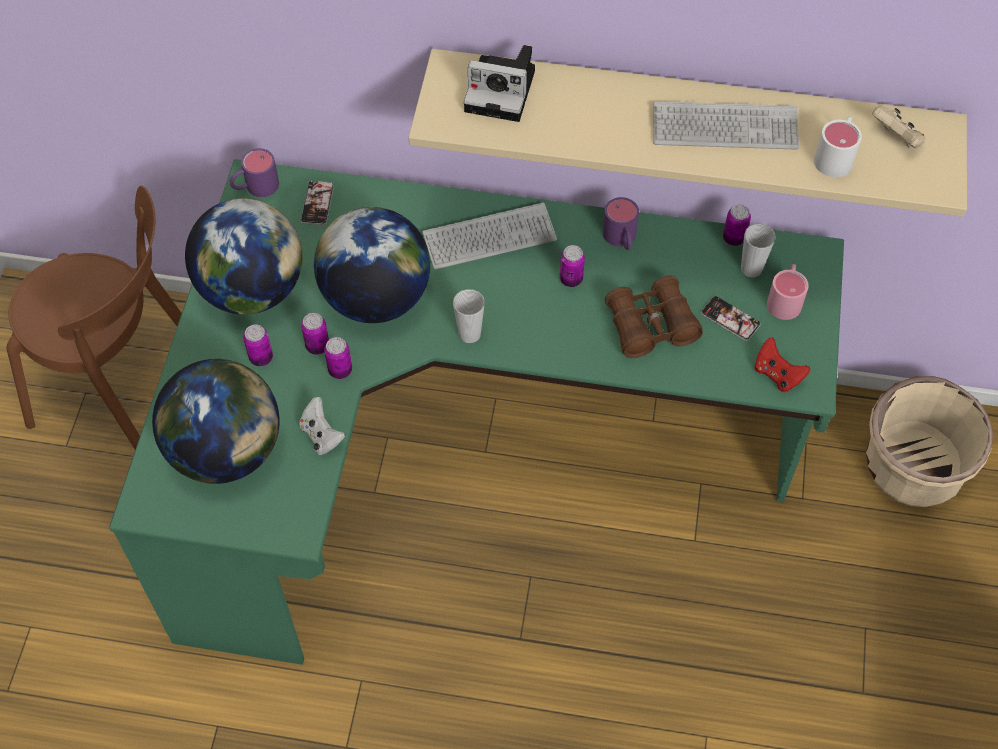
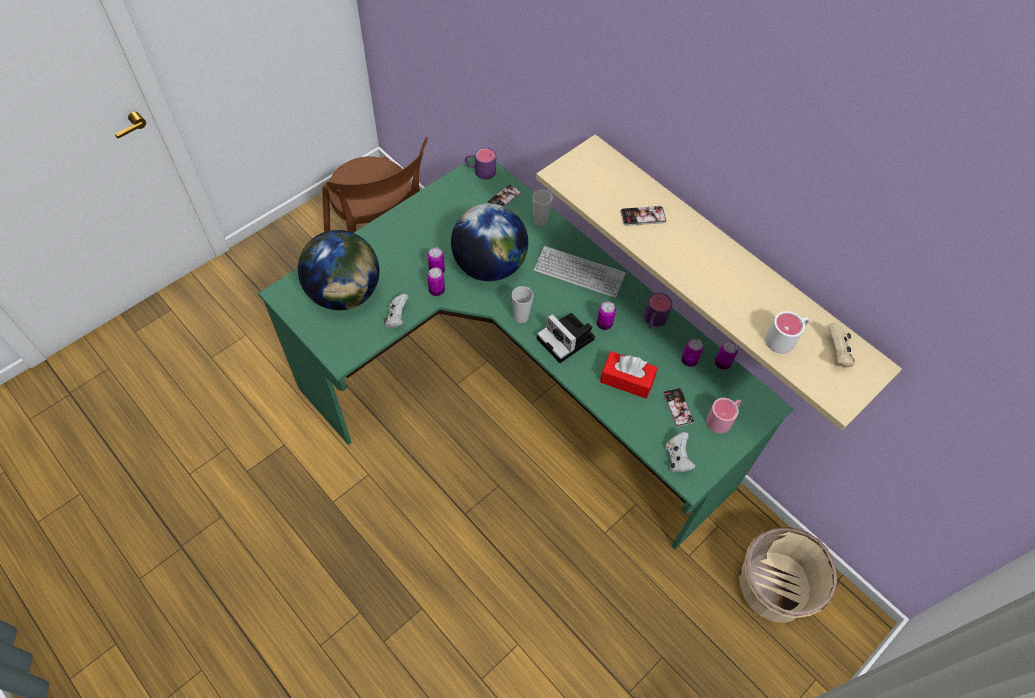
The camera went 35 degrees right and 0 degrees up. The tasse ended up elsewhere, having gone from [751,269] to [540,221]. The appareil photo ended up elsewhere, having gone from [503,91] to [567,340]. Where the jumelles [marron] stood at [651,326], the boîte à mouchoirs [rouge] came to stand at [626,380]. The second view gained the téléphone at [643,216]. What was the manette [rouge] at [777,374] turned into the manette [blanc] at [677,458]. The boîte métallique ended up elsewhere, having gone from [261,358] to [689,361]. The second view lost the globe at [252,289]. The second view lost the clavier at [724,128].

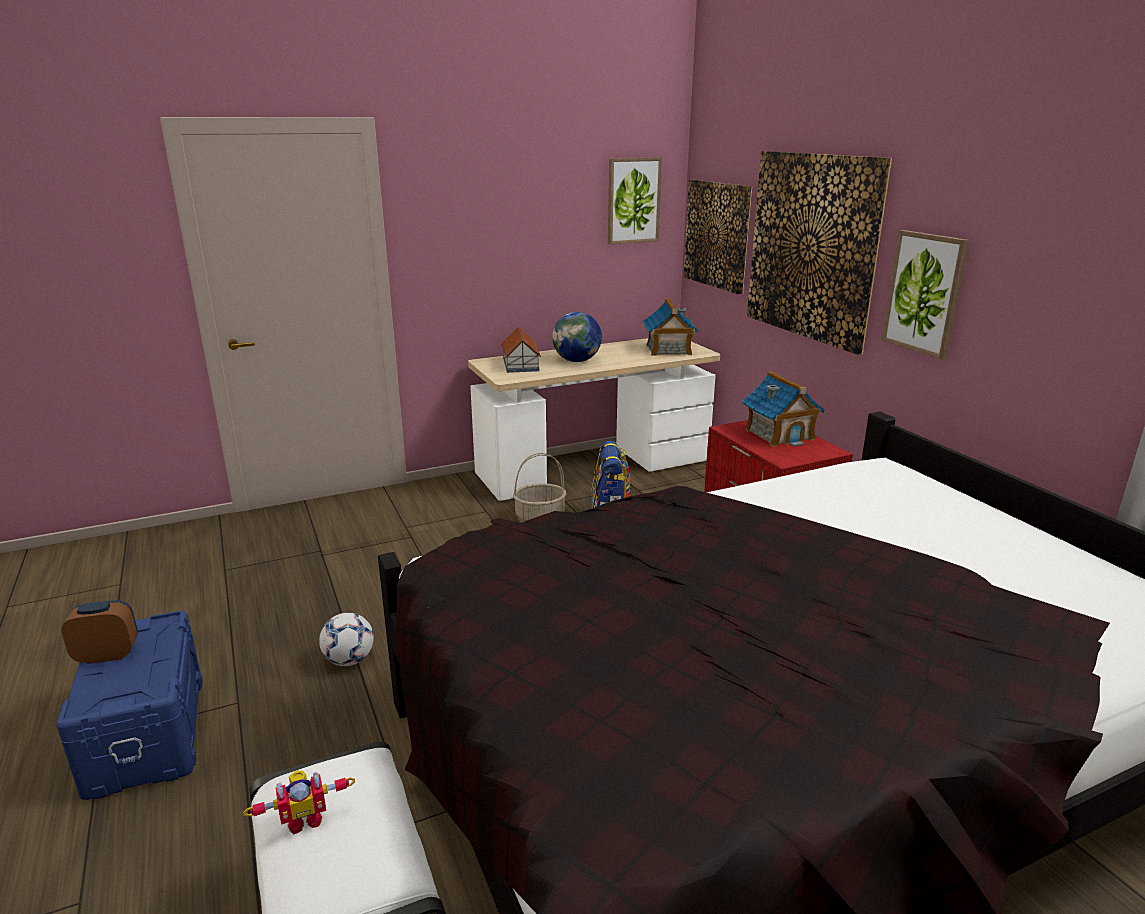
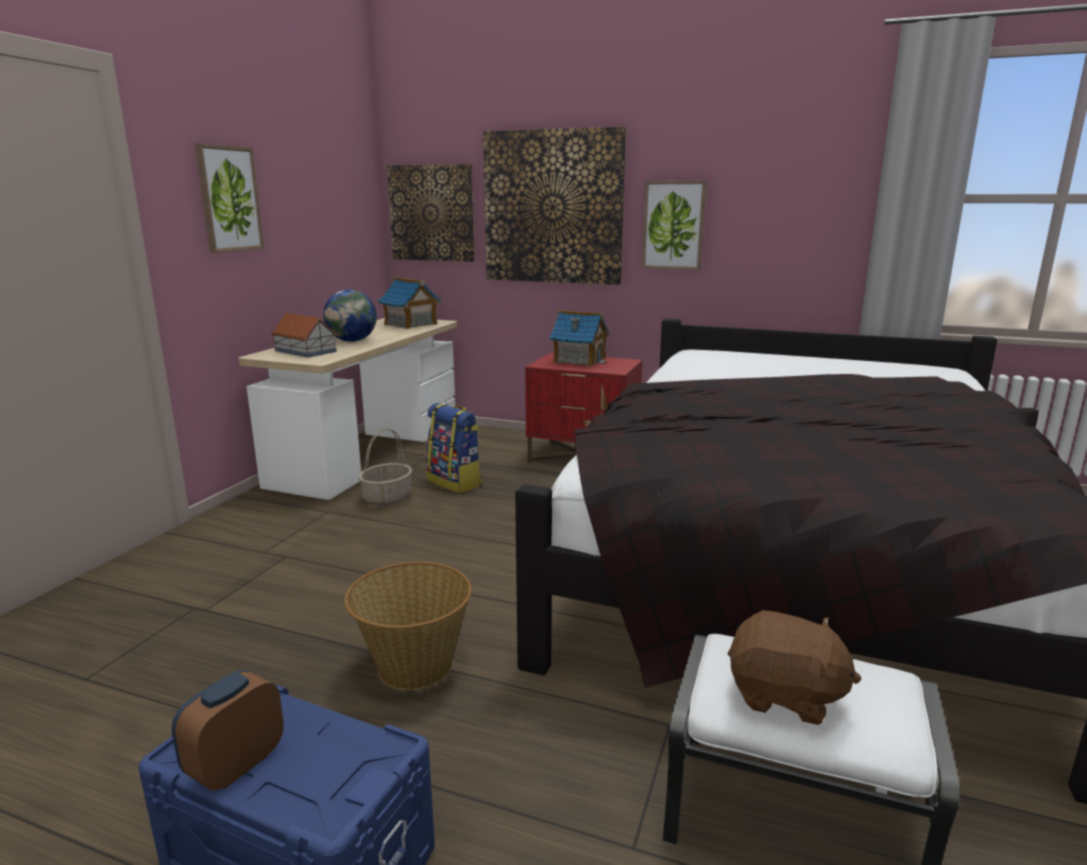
The camera went 45 degrees left and 5 degrees down. The tableau ended up elsewhere, having gone from [633,200] to [229,199]. Where the ballon de foot stood at [349,660], the panier came to stand at [413,667]. Where the robot jouet stood at [304,819], the peluche [marron] came to stand at [785,696].

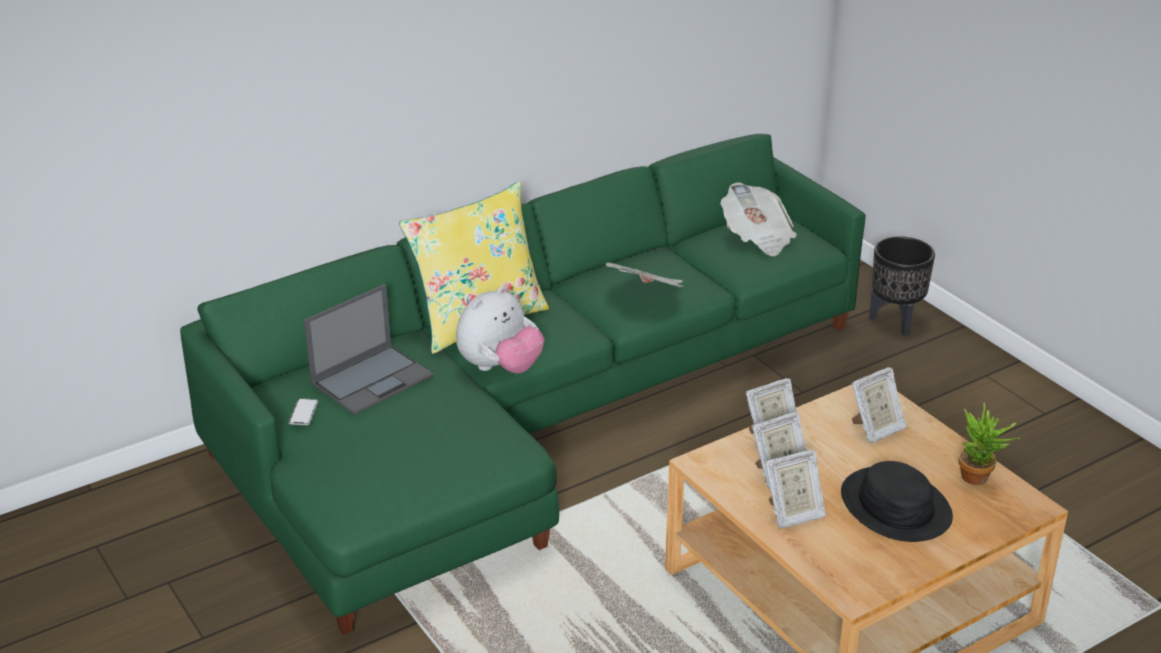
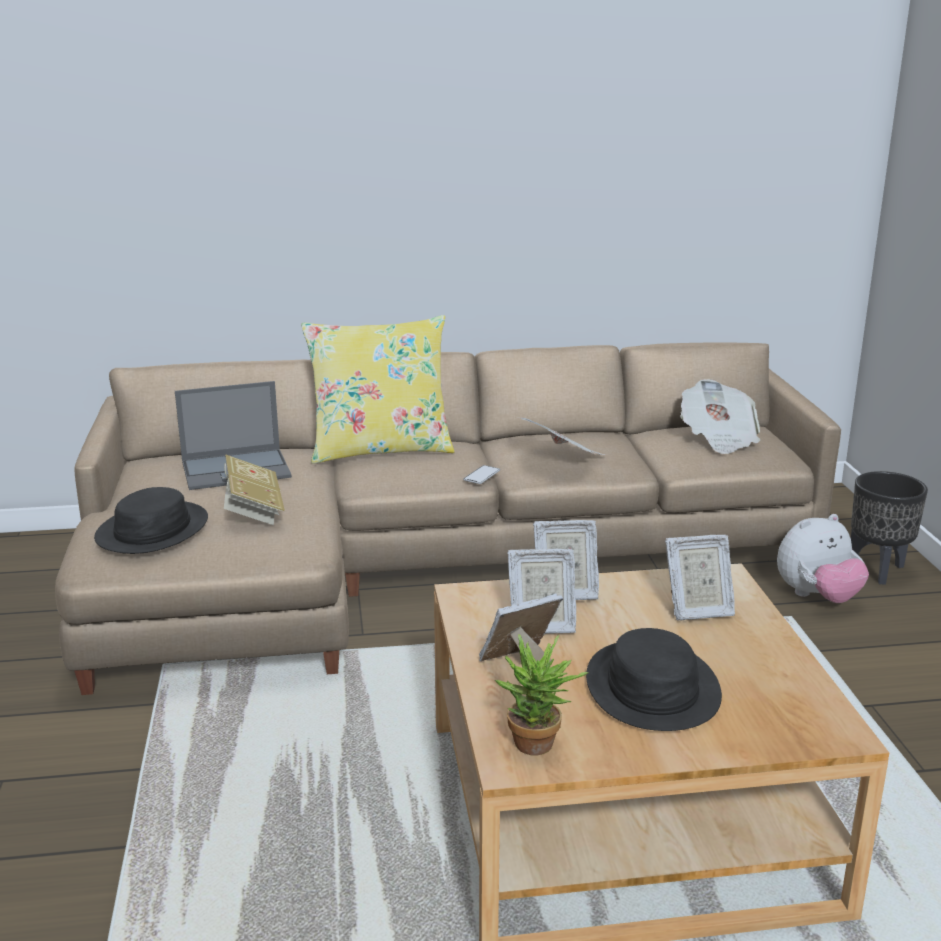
The camera went 25 degrees right and 10 degrees down. What was the canapé [vert] at [526,416] turned into the canapé [beige] at [423,565]. The second view gained the chapeau [noir] at [153,530]. The second view gained the livre at [252,509]. The téléphone ended up elsewhere, having gone from [303,413] to [481,475]. The cadre photo at [793,514] ended up facing another way, 150 degrees clockwise from before. The plante en pot ended up elsewhere, having gone from [979,479] to [538,748]. The peluche ended up elsewhere, having gone from [500,368] to [817,597].

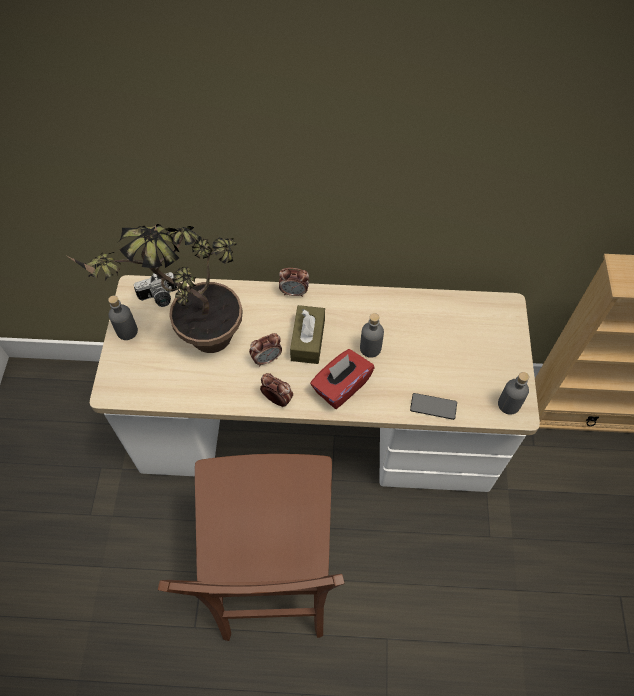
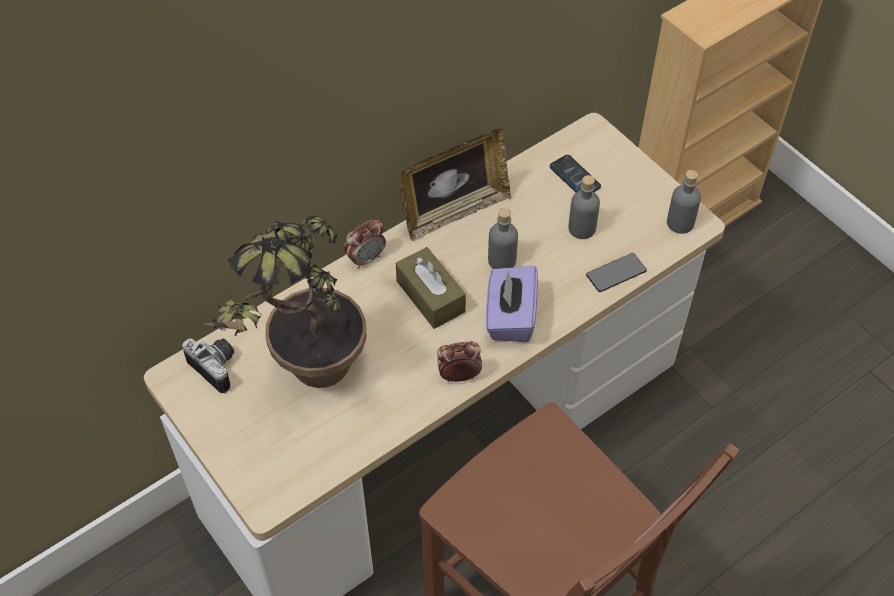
The camera went 40 degrees left and 5 degrees down. The appareil photo at [159,298] ended up facing another way, 75 degrees counterclockwise from before. The second view gained the cadre photo at [454,212]. What was the boîte à mouchoirs [rouge] at [341,386] turned into the boîte à mouchoirs [violet] at [510,317]. The second view gained the téléphone at [575,177]. The bouteille [gris] ended up elsewhere, having gone from [127,331] to [581,228]. The second view lost the réveil at [267,359].

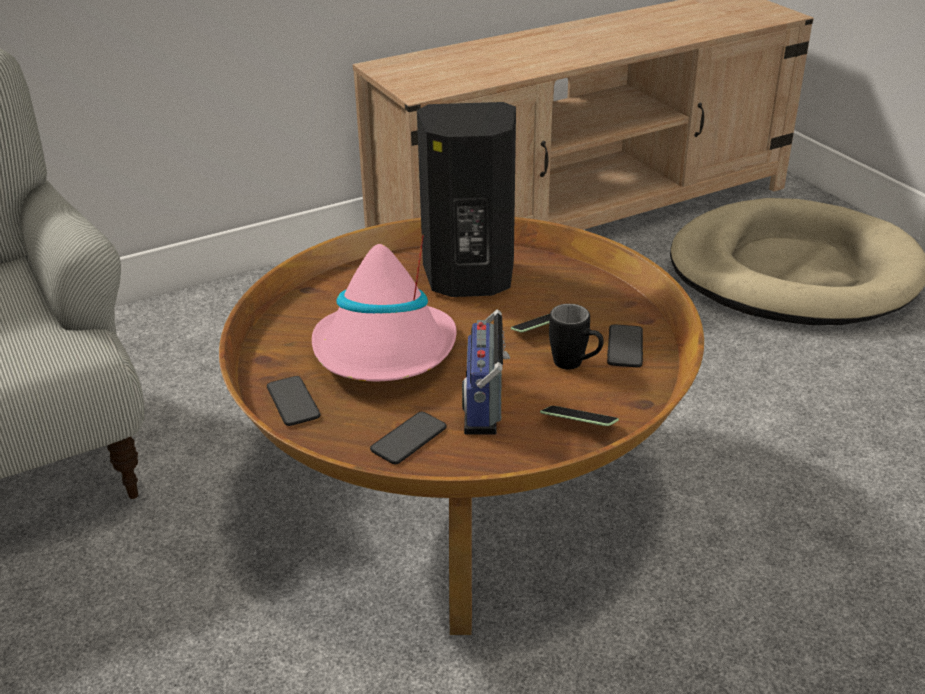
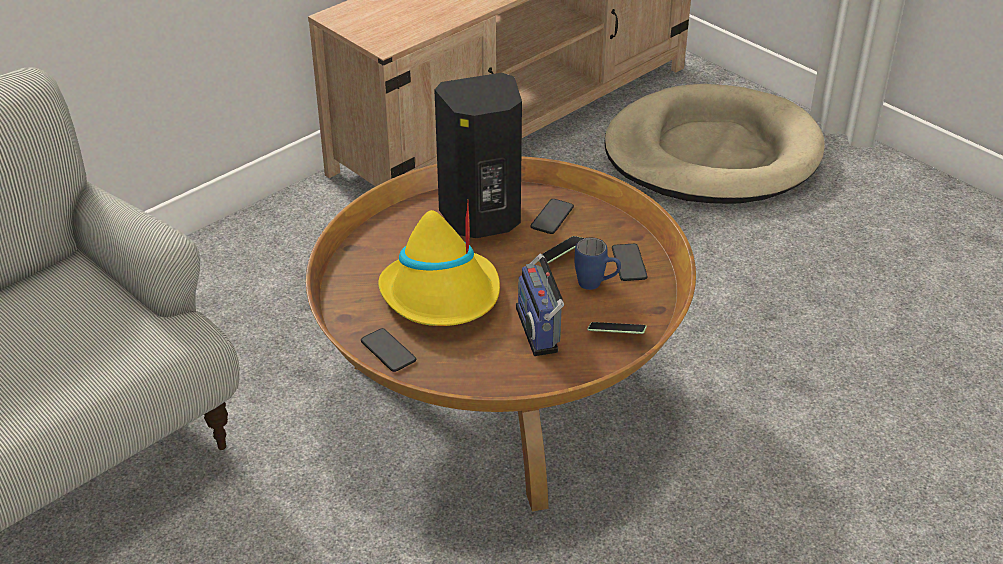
The camera went 15 degrees left and 5 degrees up. What was the chapeau [rose] at [385,351] turned into the chapeau [jaune] at [442,295]. The téléphone ended up elsewhere, having gone from [408,439] to [552,217]. What was the mug [noir] at [575,365] turned into the mug [bleu] at [596,285].

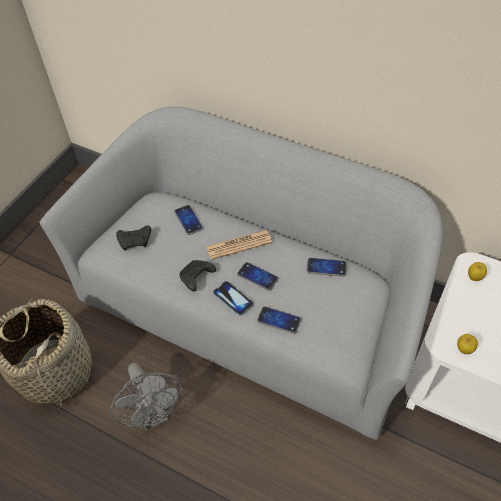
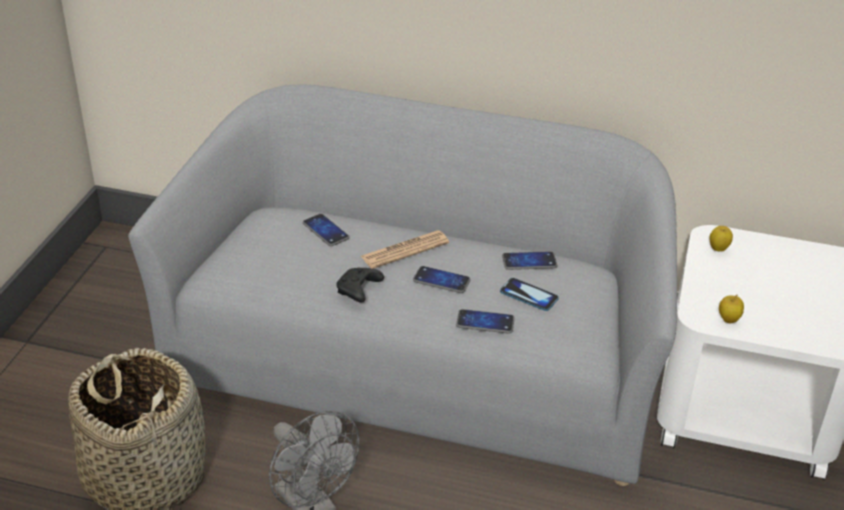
The camera went 15 degrees left and 15 degrees down. The téléphone ended up elsewhere, having gone from [233,298] to [529,295]. The second view lost the manette [noir] at [135,241].

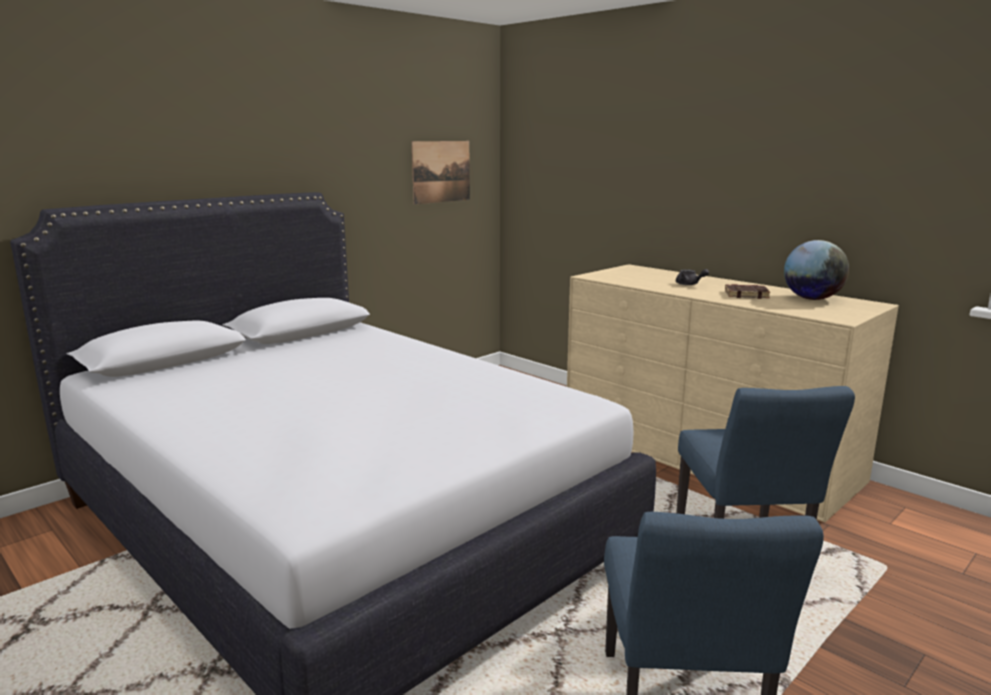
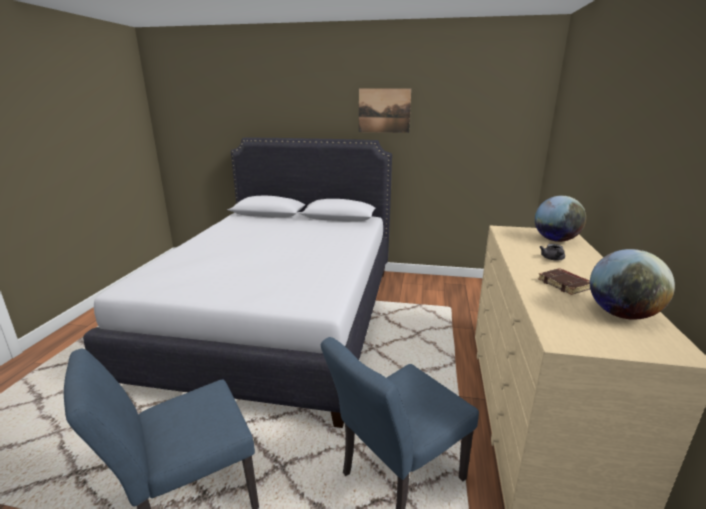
The camera went 55 degrees right and 5 degrees up. The tableau ended up elsewhere, having gone from [441,171] to [384,110]. The second view gained the globe at [555,240].

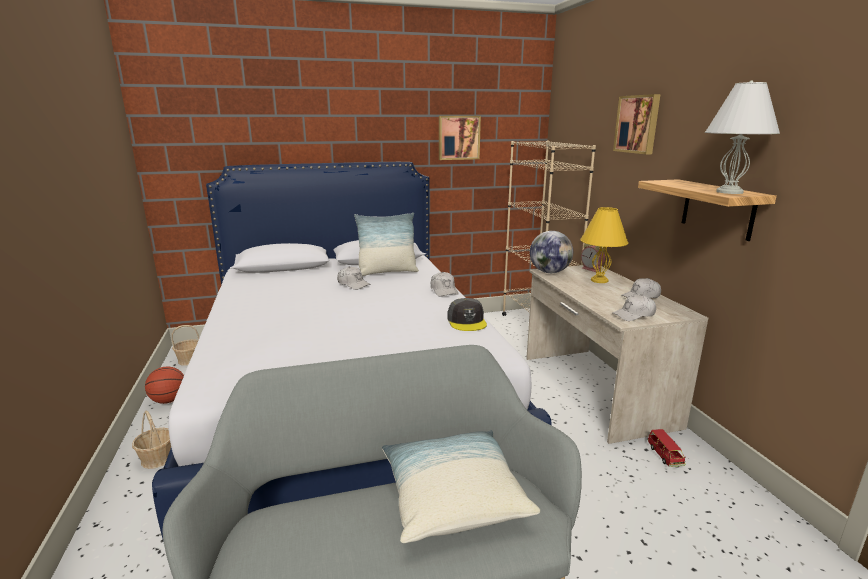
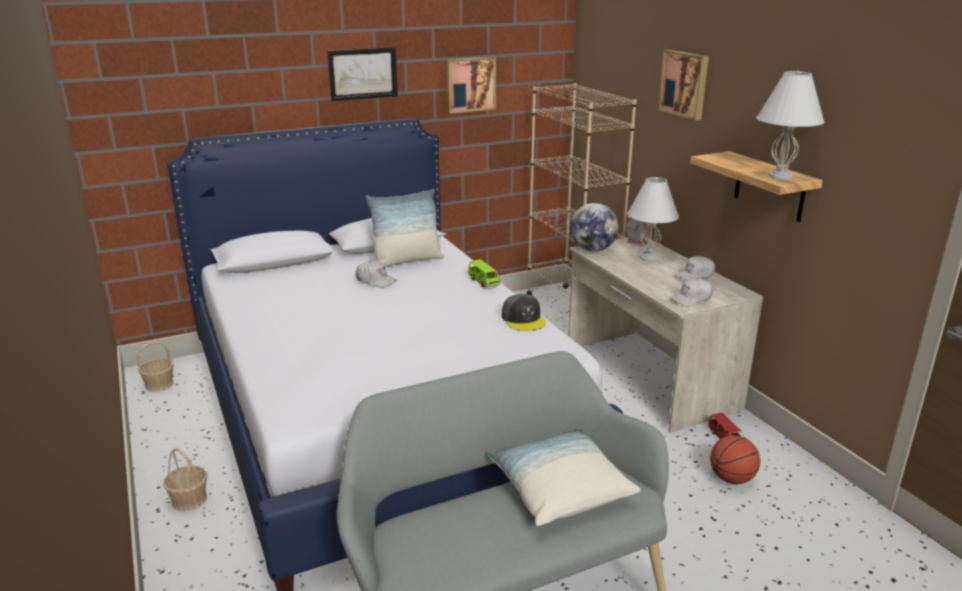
The camera went 10 degrees left and 5 degrees up. The second view gained the tableau at [363,73]. Where the casquette [blanc] stood at [444,290], the petite voiture [vert] came to stand at [483,282]. What was the lampe de table [jaune] at [599,280] turned into the lampe de table [blanc] at [648,257]. The ballon de basket ended up elsewhere, having gone from [169,400] to [731,478].

